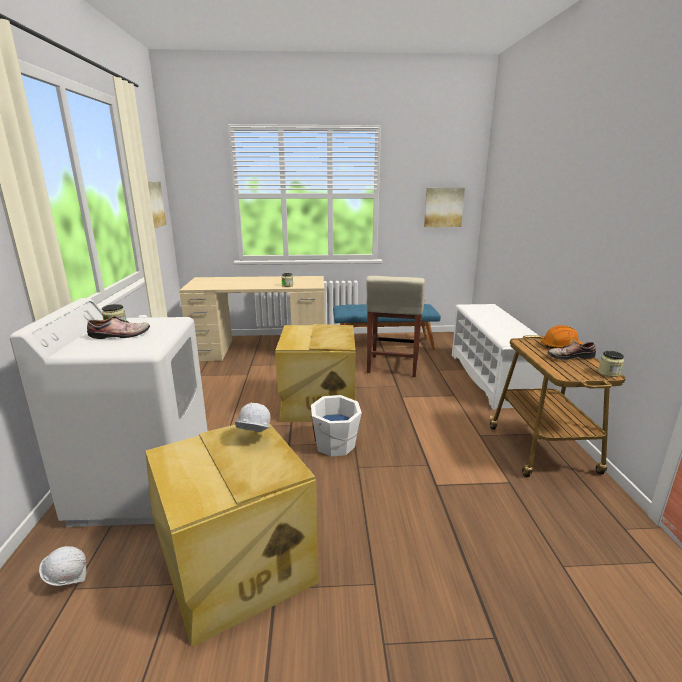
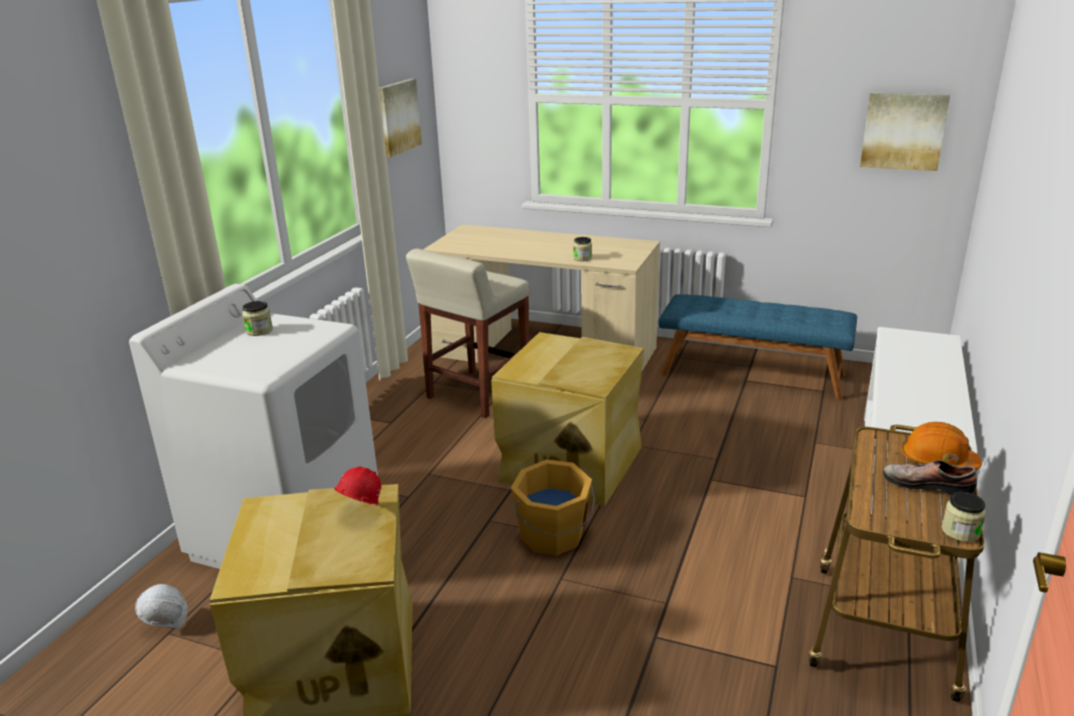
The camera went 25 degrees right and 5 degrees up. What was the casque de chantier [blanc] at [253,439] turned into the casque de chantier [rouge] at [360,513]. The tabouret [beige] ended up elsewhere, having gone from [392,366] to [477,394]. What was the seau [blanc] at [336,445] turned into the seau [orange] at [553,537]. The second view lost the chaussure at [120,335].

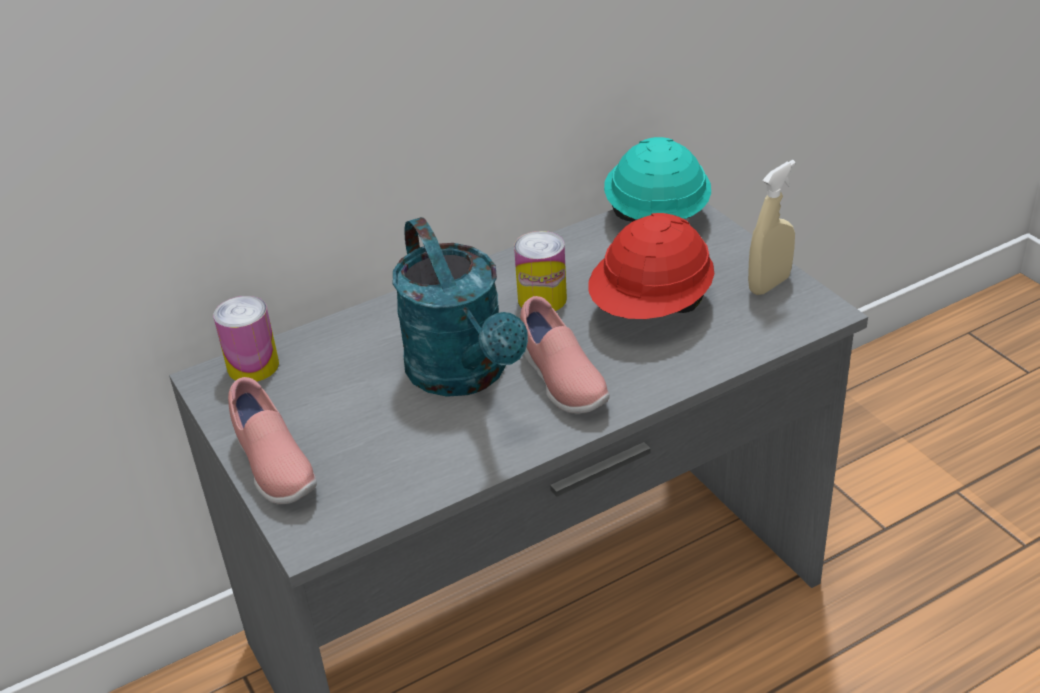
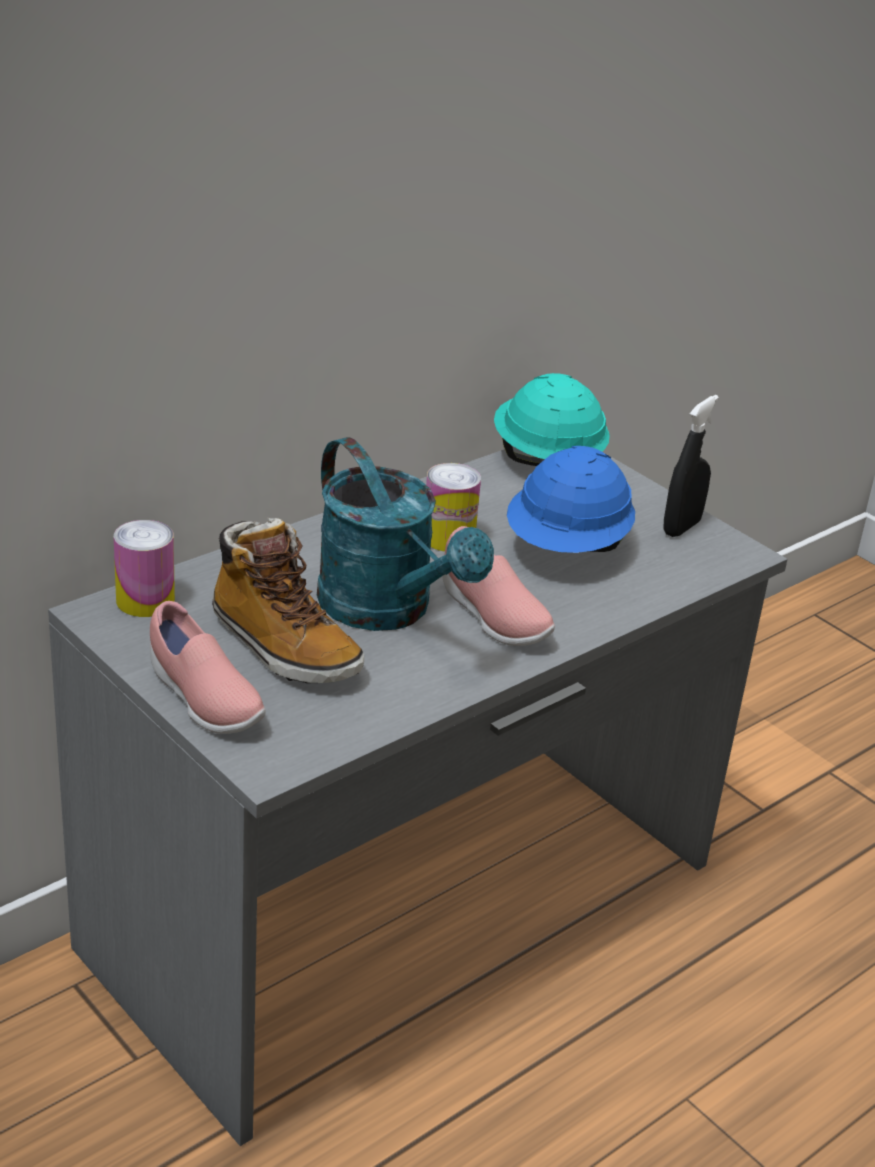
The camera went 15 degrees left and 5 degrees down. The second view gained the botte at [283,647]. What was the casque de chantier [rouge] at [652,308] turned into the casque de chantier [bleu] at [567,548]. What was the vaporisateur [beige] at [769,284] turned into the vaporisateur [noir] at [681,527].

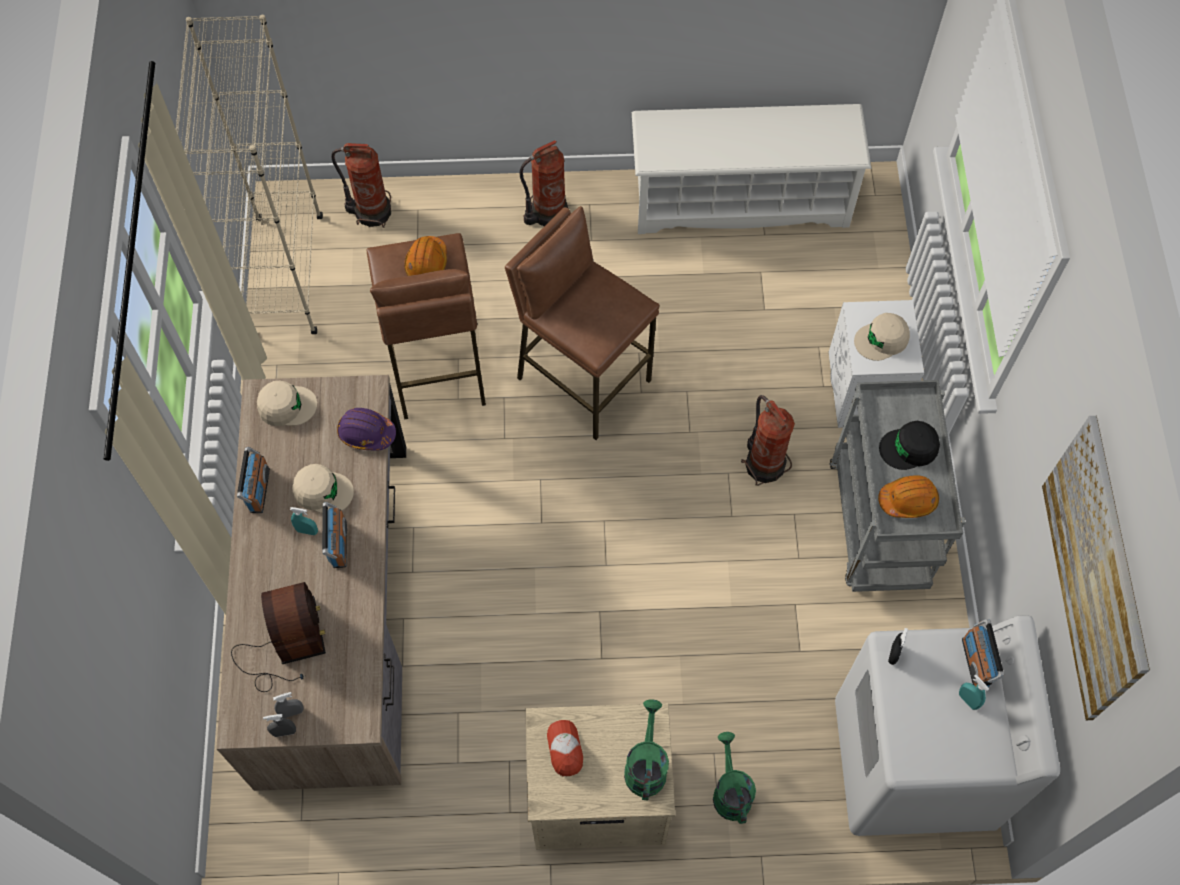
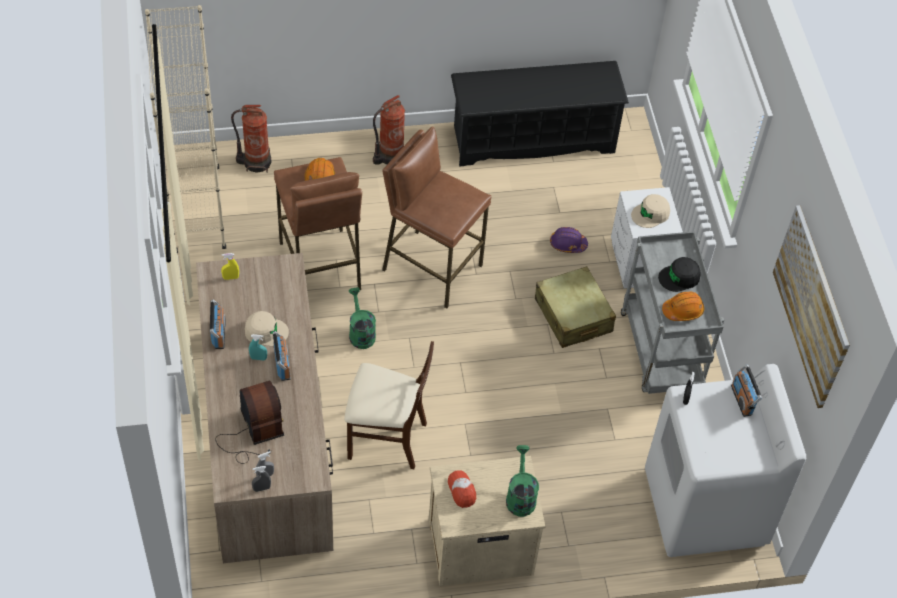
The camera went 10 degrees left and 10 degrees down. Where the casquette [beige] stood at [286,406], the vaporisateur [jaune] came to stand at [231,277]. The second view gained the chaise [beige] at [386,438]. The arrosoir [vert] ended up elsewhere, having gone from [730,791] to [360,332]. What was the étagère à chaussures [blanc] at [741,200] turned into the étagère à chaussures [noir] at [533,139]. Where the extincteur stood at [764,463], the valise [beige] came to stand at [573,315]. The casque de chantier [violet] ended up elsewhere, having gone from [366,433] to [567,244]. The second view lost the vaporisateur [turquoise] at [968,700].

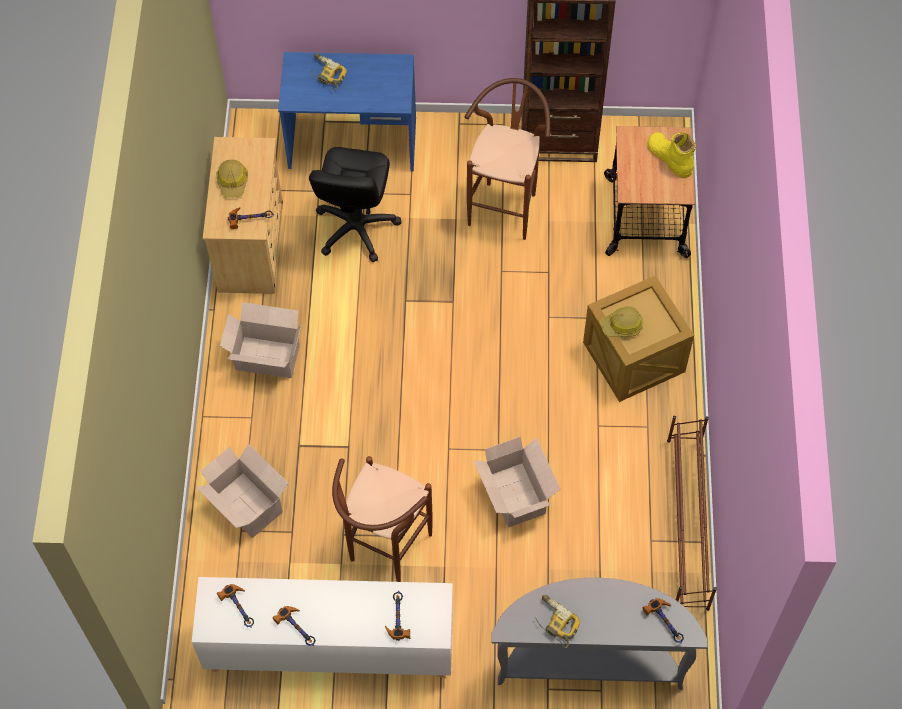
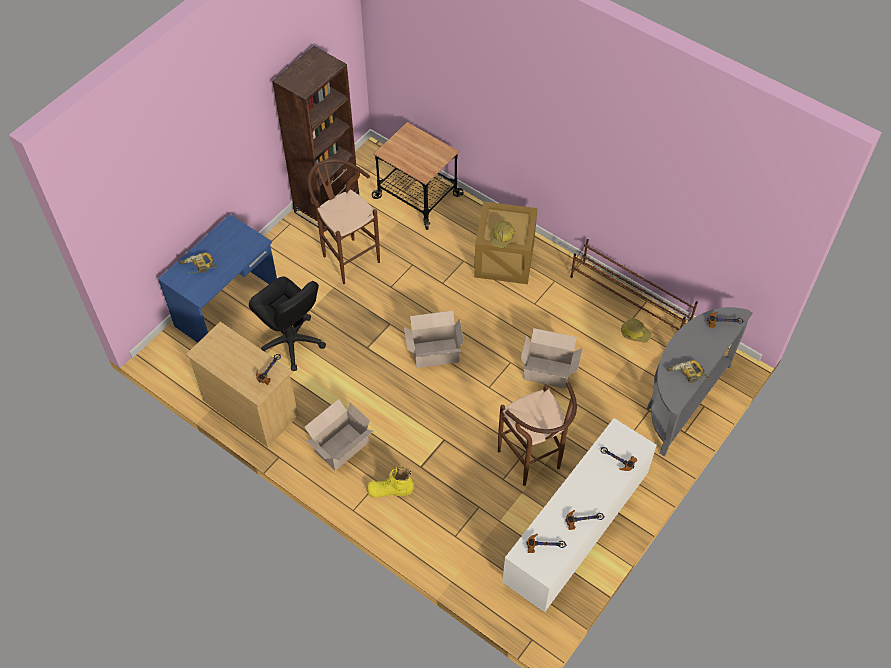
The camera went 55 degrees left and 5 degrees down. The botte [jaune] ended up elsewhere, having gone from [669,158] to [390,490]. The carton ended up elsewhere, having gone from [246,503] to [434,353]. The casque de chantier ended up elsewhere, having gone from [233,181] to [635,333].

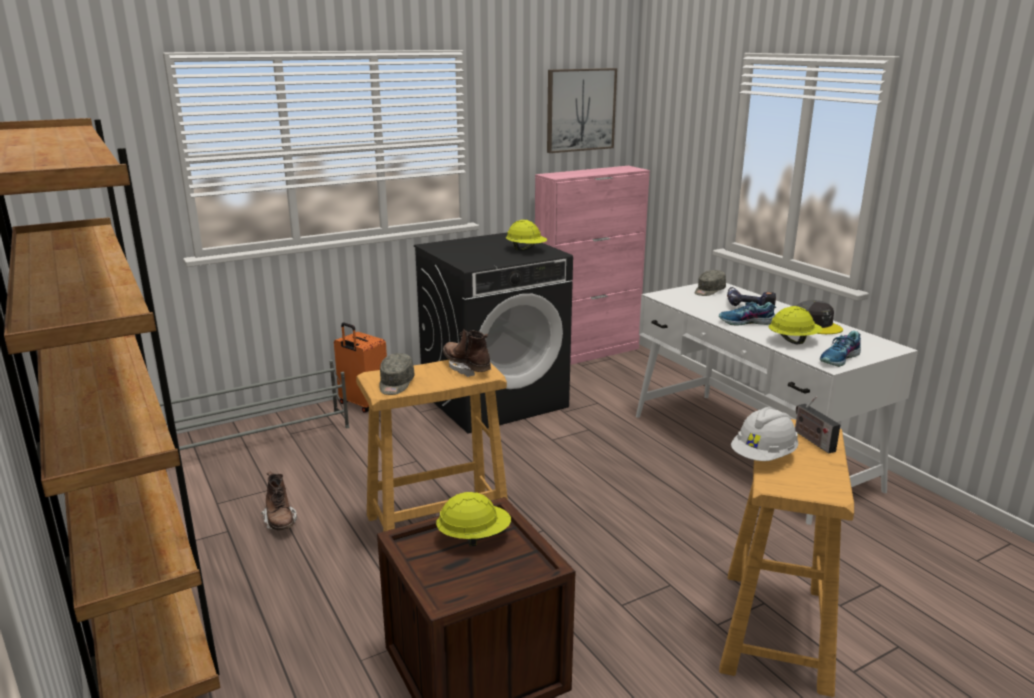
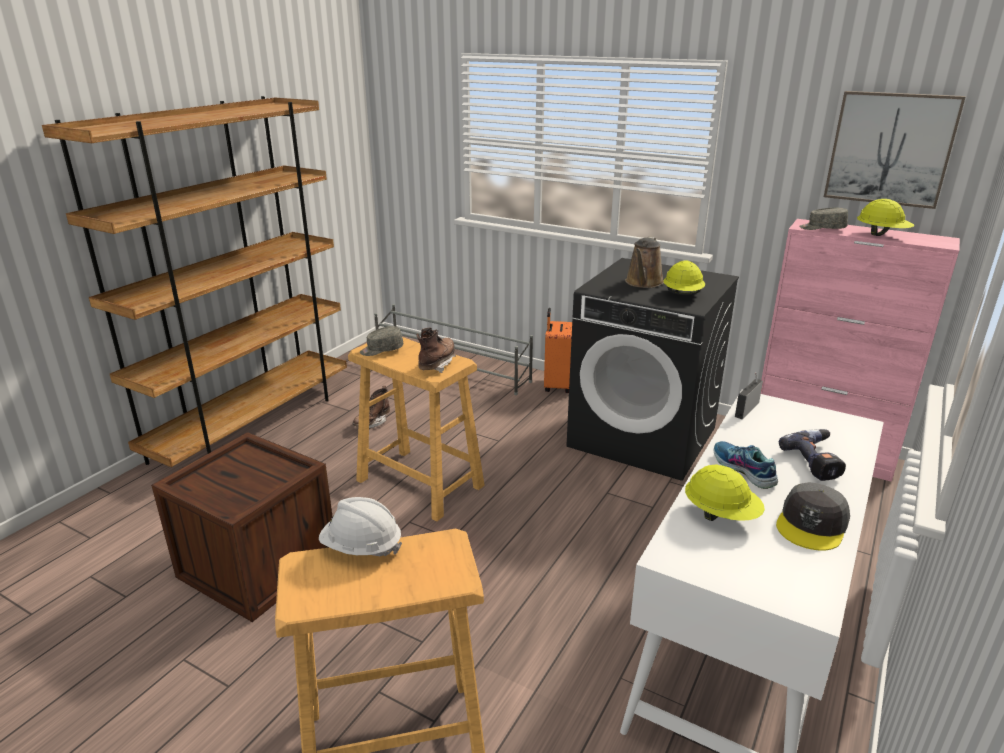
The camera went 60 degrees right and 5 degrees up. The second view gained the arrosoir [marron] at [643,283]. The radio ended up elsewhere, having gone from [812,440] to [747,408]. The casquette [gris] ended up elsewhere, having gone from [709,291] to [822,228]. The casque de chantier [jaune] ended up elsewhere, having gone from [474,537] to [882,235]. The second view lost the chaussure at [840,359].

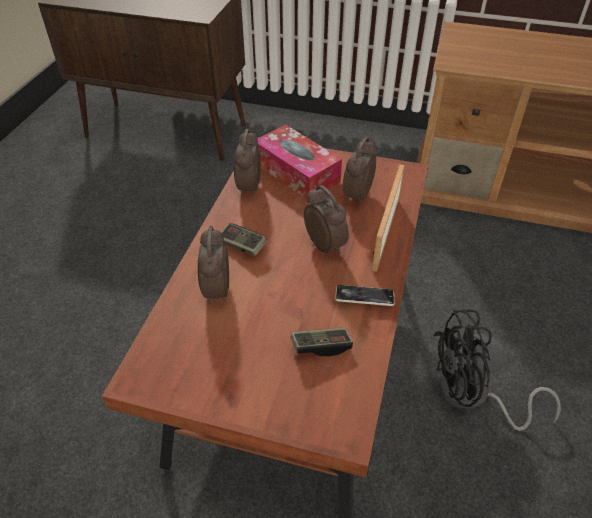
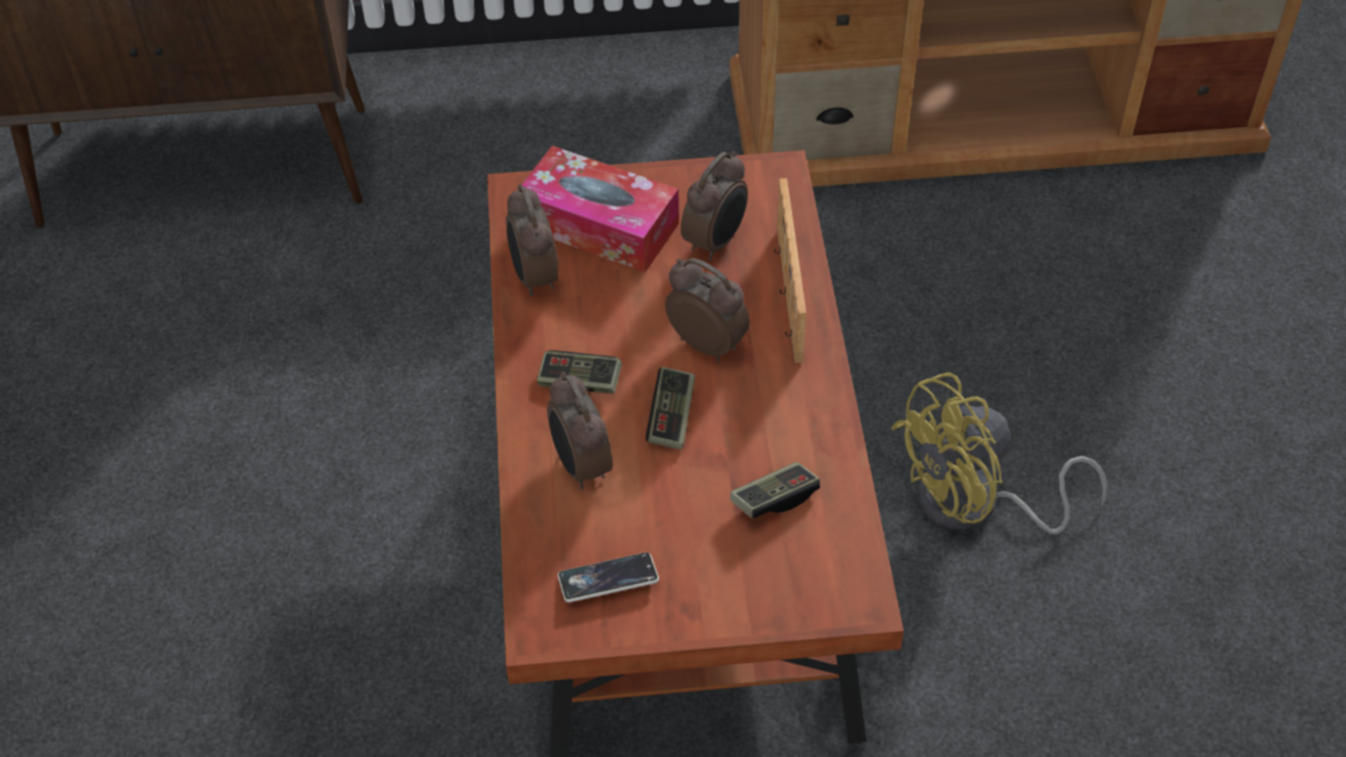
The camera went 20 degrees left and 5 degrees up. The téléphone ended up elsewhere, having gone from [364,298] to [608,581]. The second view gained the manette at [671,417]. The réveil at [356,196] ended up facing another way, 150 degrees counterclockwise from before. What was the ventilateur [noir] at [473,396] turned into the ventilateur [jaune] at [975,505].

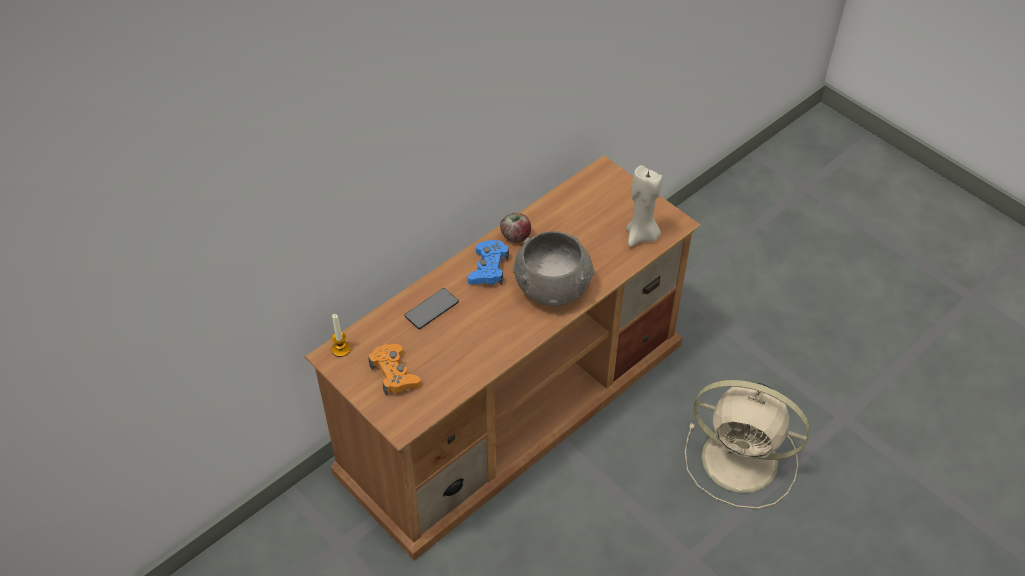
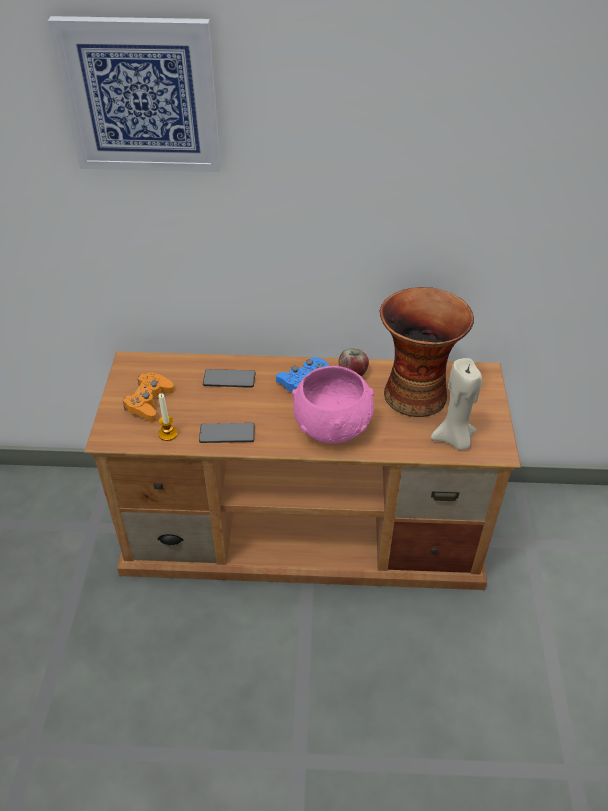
The camera went 45 degrees right and 5 degrees down. The second view gained the tableau at [141,96]. The bougie ended up elsewhere, having gone from [341,349] to [168,434]. The second view gained the téléphone at [227,434]. What was the bol [gris] at [552,287] turned into the bol [rose] at [333,425]. The second view gained the vase at [414,393]. The second view lost the ventilateur [beige] at [743,461].

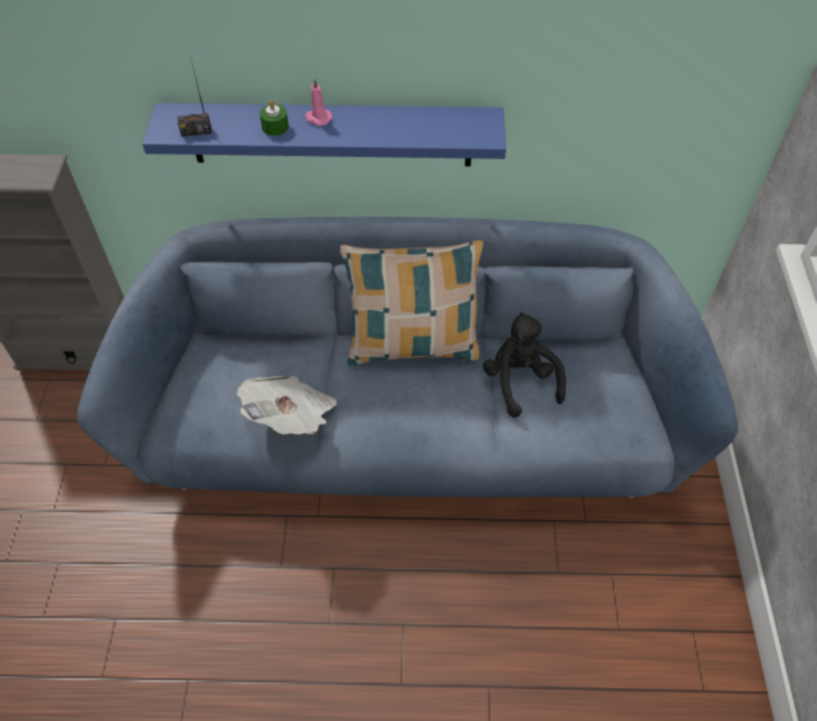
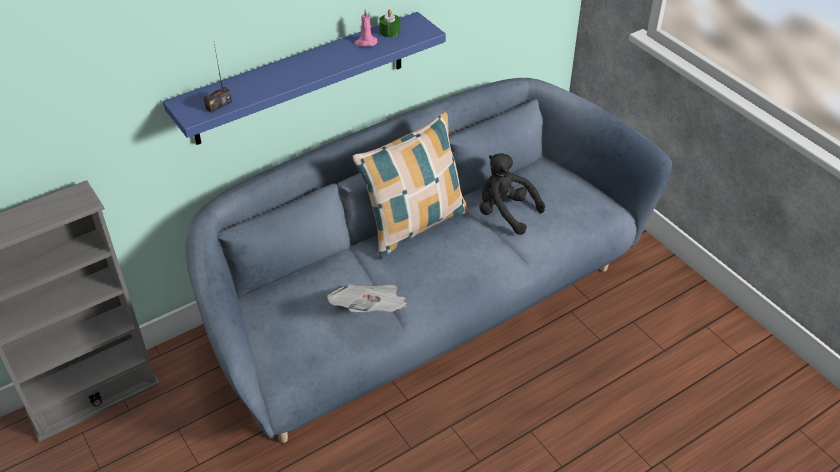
The camera went 35 degrees left and 10 degrees down. The bougie [rose] ended up elsewhere, having gone from [317,118] to [365,42]. The bougie [vert] ended up elsewhere, having gone from [275,127] to [390,31].

